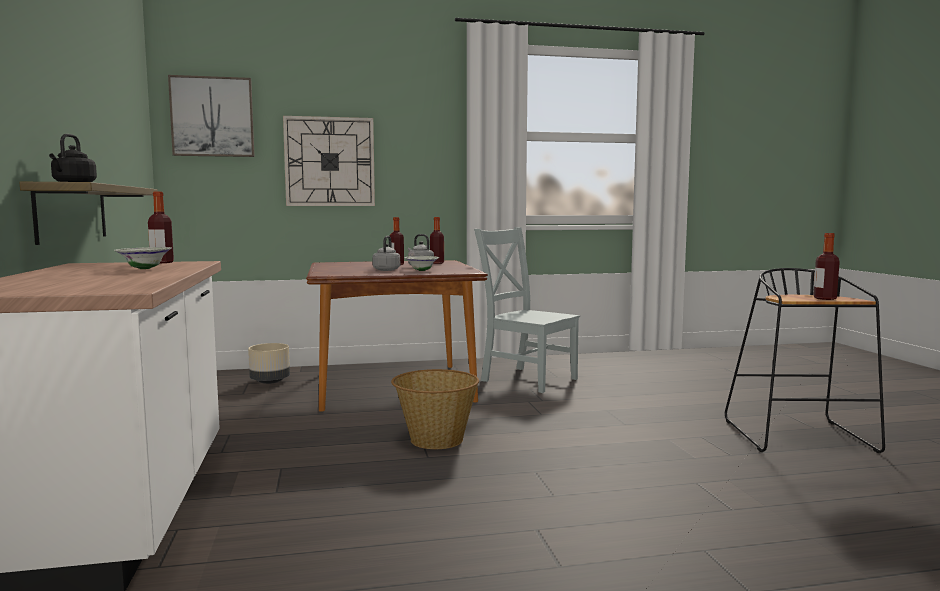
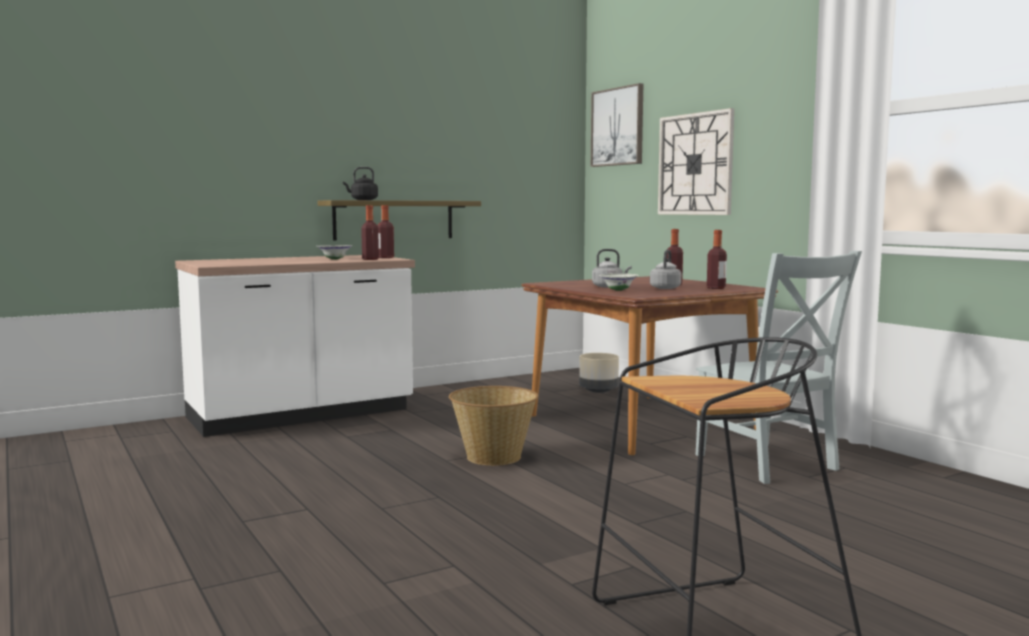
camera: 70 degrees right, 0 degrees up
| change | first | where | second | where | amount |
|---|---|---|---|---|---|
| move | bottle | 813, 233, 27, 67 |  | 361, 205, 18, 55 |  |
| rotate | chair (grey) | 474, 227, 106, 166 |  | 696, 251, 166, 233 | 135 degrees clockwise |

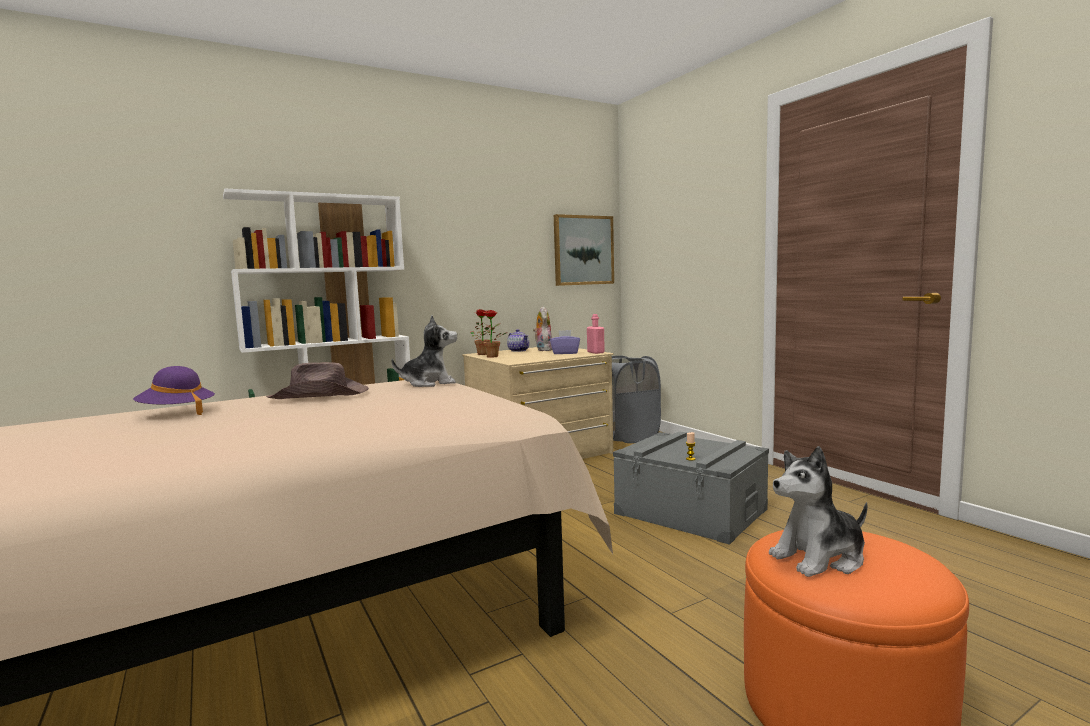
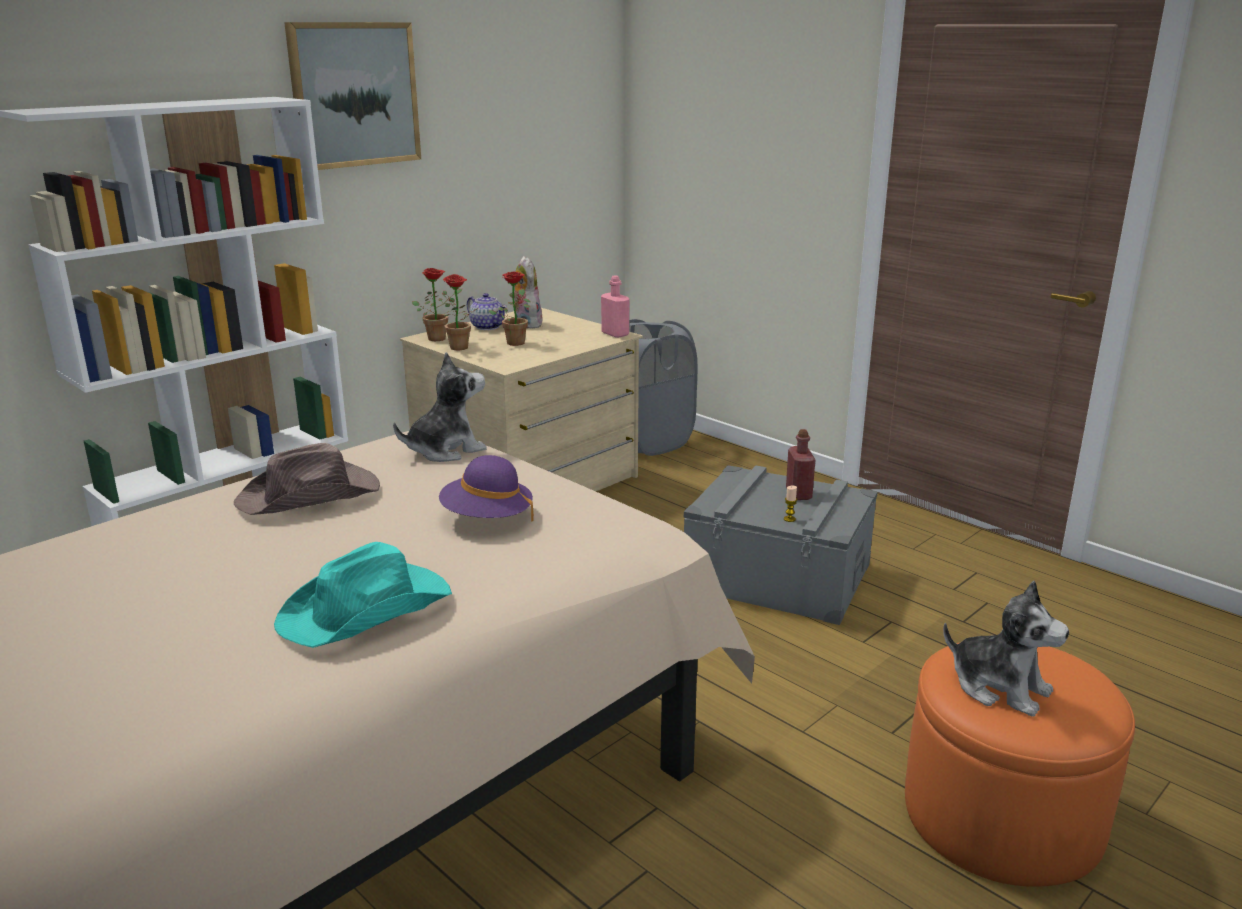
camera: 15 degrees left, 15 degrees up
| change | first | where | second | where | amount |
|---|---|---|---|---|---|
| delete | tissue box (purple) | 550, 330, 30, 24 |  |  |  |
| insert |  |  | hat (turquoise) | 274, 542, 178, 106 |  |
| insert |  |  | potted plant | 488, 272, 42, 74 |  |
| insert |  |  | bottle (red) | 786, 429, 30, 71 |  |
| move | hat (purple) | 133, 366, 82, 49 |  | 439, 455, 95, 67 |  |
| move | picture | 554, 214, 60, 72 |  | 284, 22, 137, 148 |  |
| rotate | plush toy | 769, 446, 98, 131 |  | 943, 581, 126, 136 | 105 degrees counterclockwise |

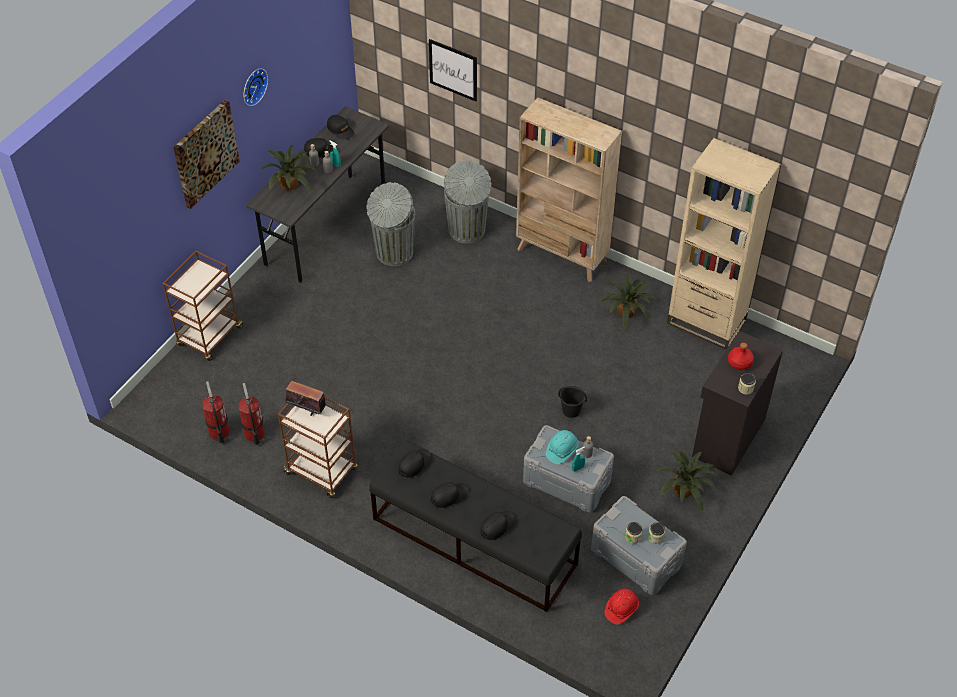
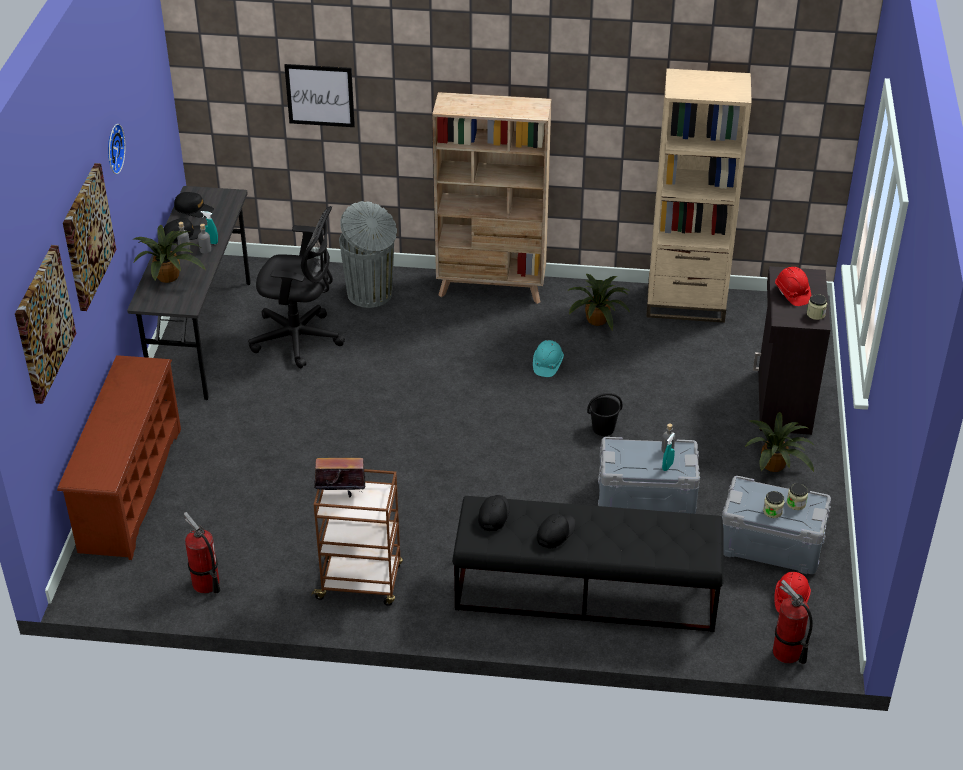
camera: 25 degrees left, 10 degrees down
| change | first | where | second | where | amount |
|---|---|---|---|---|---|
| delete | cap (black) | 480, 511, 35, 29 |  |  |  |
| insert |  |  | picture | 15, 245, 61, 159 |  |
| move | fire extinguisher | 238, 383, 27, 62 |  | 773, 580, 40, 84 |  |
| move | hard hat (turquoise) | 546, 430, 32, 34 |  | 533, 340, 31, 37 |  |
| replace | cart (brown) | 163, 251, 81, 110 | shoe rack (brown) | 57, 355, 124, 205 |  |
| replace | trash can (grey) | 366, 182, 49, 84 | office chair (black) | 248, 206, 97, 162 |  |
| replace | bottle (red) | 728, 343, 26, 27 | hard hat (red) | 775, 267, 36, 39 |  |

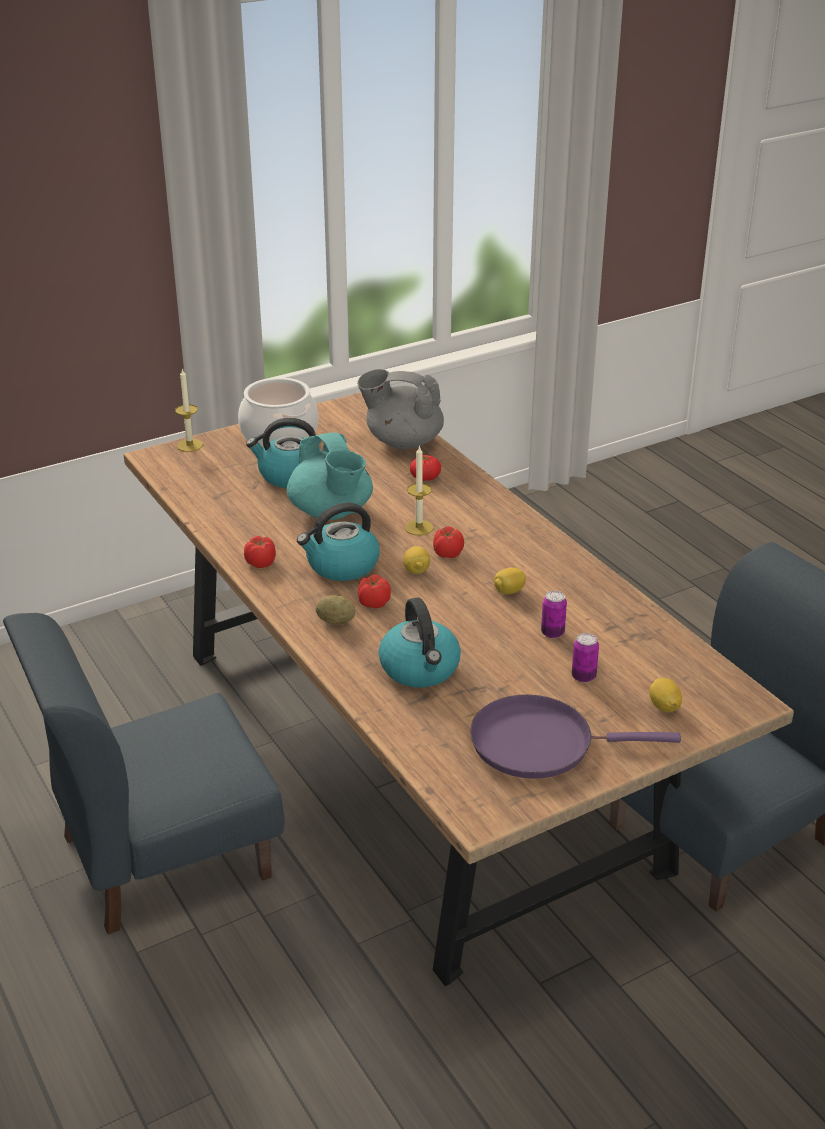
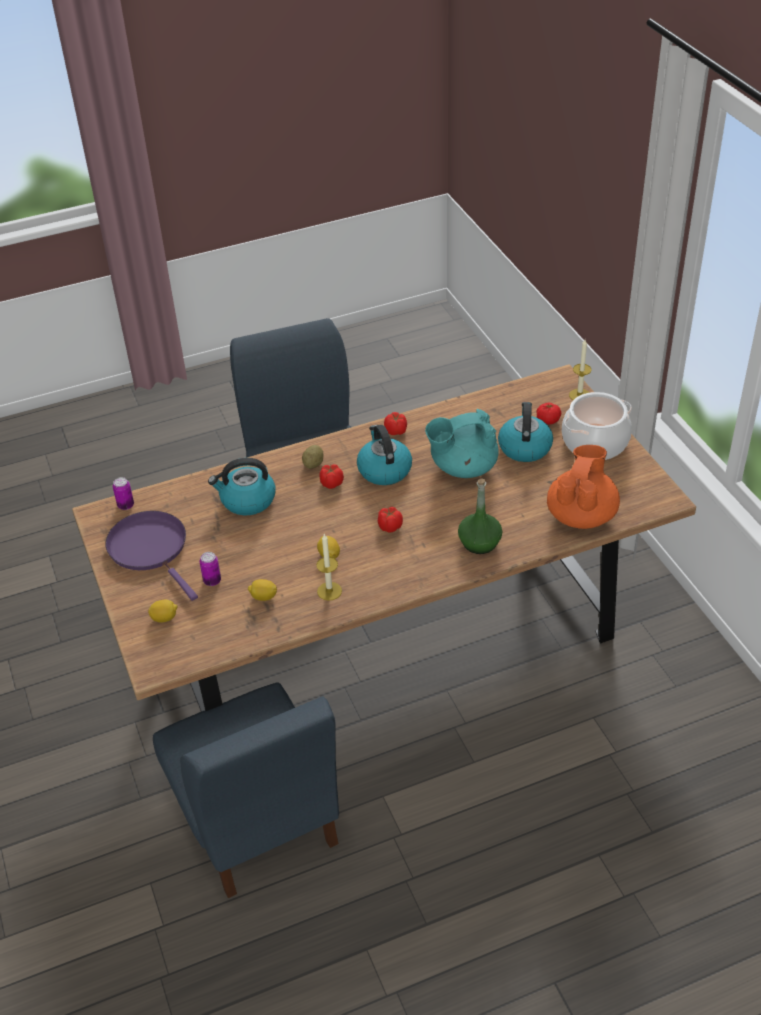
camera: 100 degrees right, 10 degrees up
| change | first | where | second | where | amount |
|---|---|---|---|---|---|
| insert |  |  | bottle (green) | 458, 478, 44, 76 |  |
| move | lemon | 403, 546, 27, 28 |  | 248, 579, 29, 22 |  |
| move | candle | 405, 445, 29, 91 |  | 316, 534, 26, 67 |  |
| move | tomato | 410, 455, 31, 26 |  | 536, 402, 25, 23 |  |
| move | can | 541, 591, 26, 47 |  | 113, 477, 21, 33 |  |
| recolor | teapot (grey) | 357, 369, 87, 80 | teapot (orange) | 547, 445, 73, 84 |  |
| rotate | frying pan (purple) | 470, 695, 211, 84 |  | 105, 511, 93, 90 | 45 degrees counterclockwise |

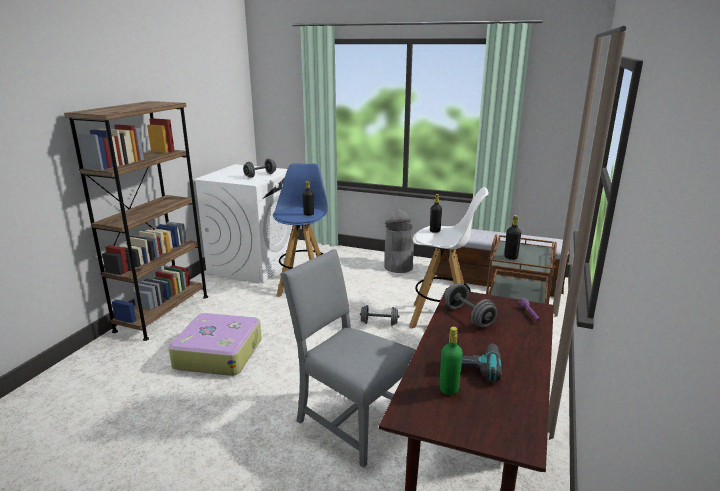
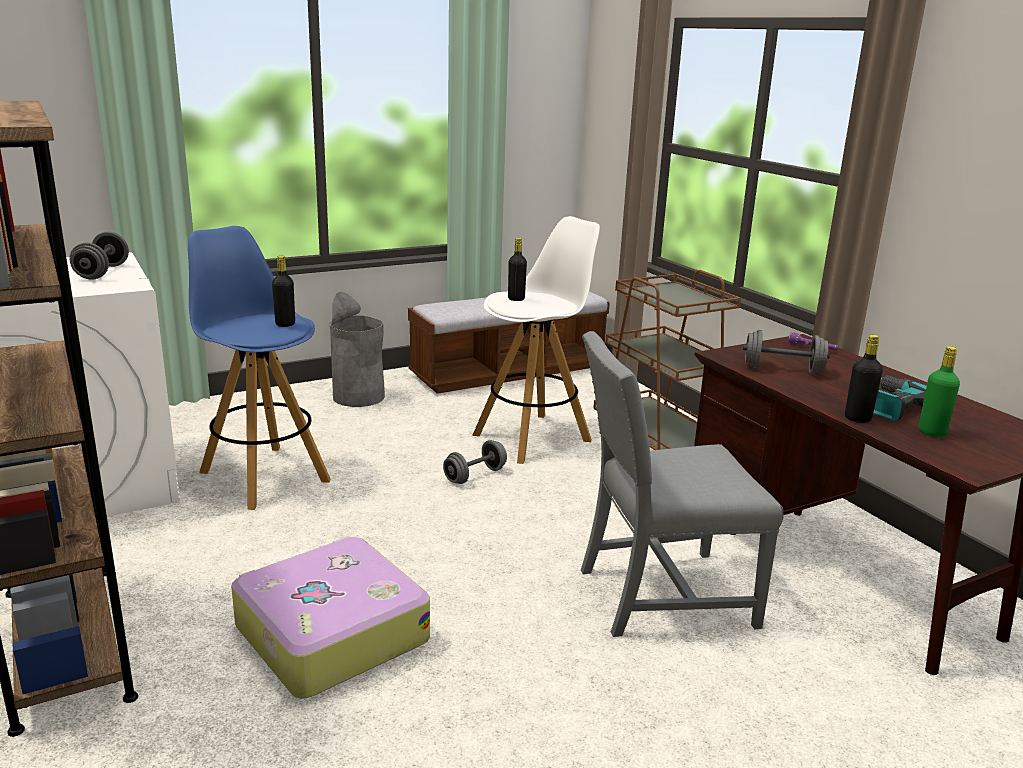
camera: 50 degrees left, 0 degrees up
| change | first | where | second | where | amount |
|---|---|---|---|---|---|
| move | bottle (black) | 504, 215, 17, 45 |  | 845, 335, 38, 88 |  |

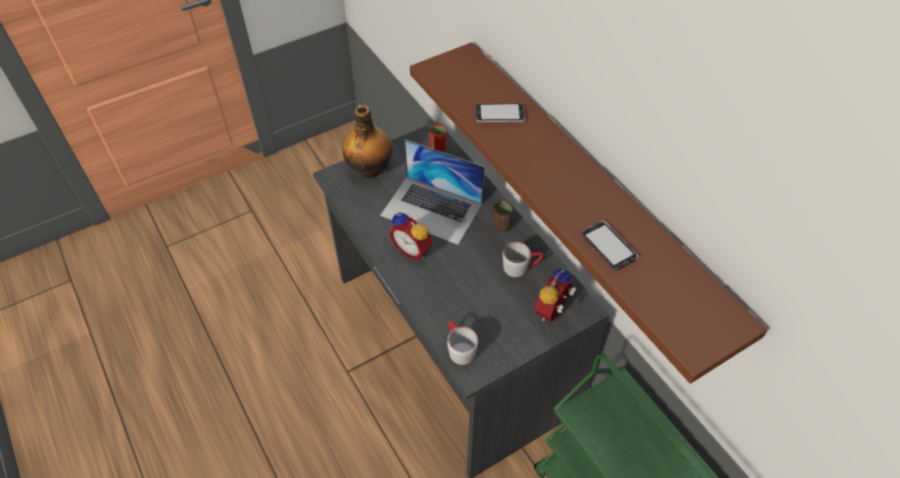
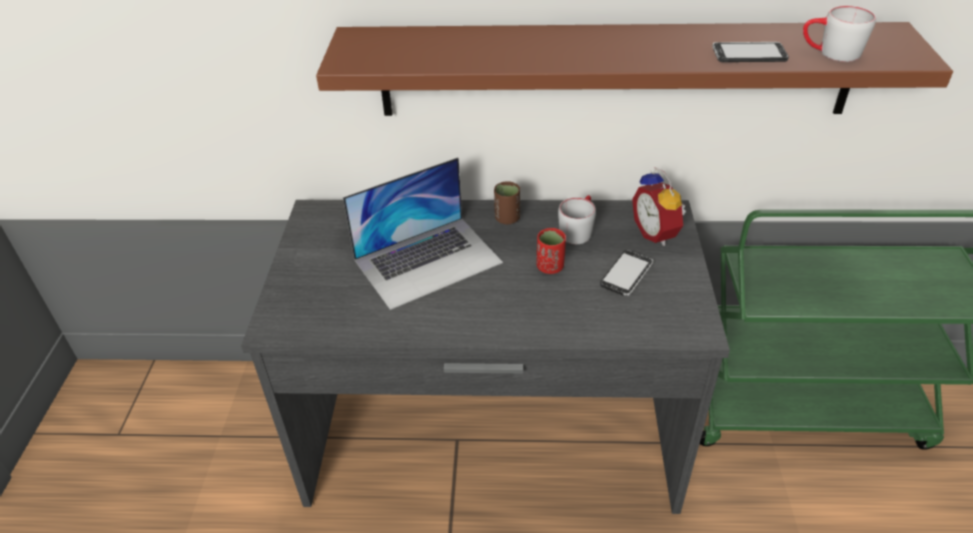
camera: 55 degrees left, 10 degrees down
| change | first | where | second | where | amount |
|---|---|---|---|---|---|
| delete | bottle | 342, 105, 50, 73 |  |  |  |
| delete | alarm clock | 389, 212, 44, 48 |  |  |  |
| move | cup (red) | 429, 123, 18, 29 |  | 537, 228, 29, 46 |  |
| move | mug (grey) | 447, 321, 31, 44 |  | 803, 6, 73, 56 |  |
| move | phone | 476, 104, 49, 19 |  | 600, 250, 53, 46 |  |

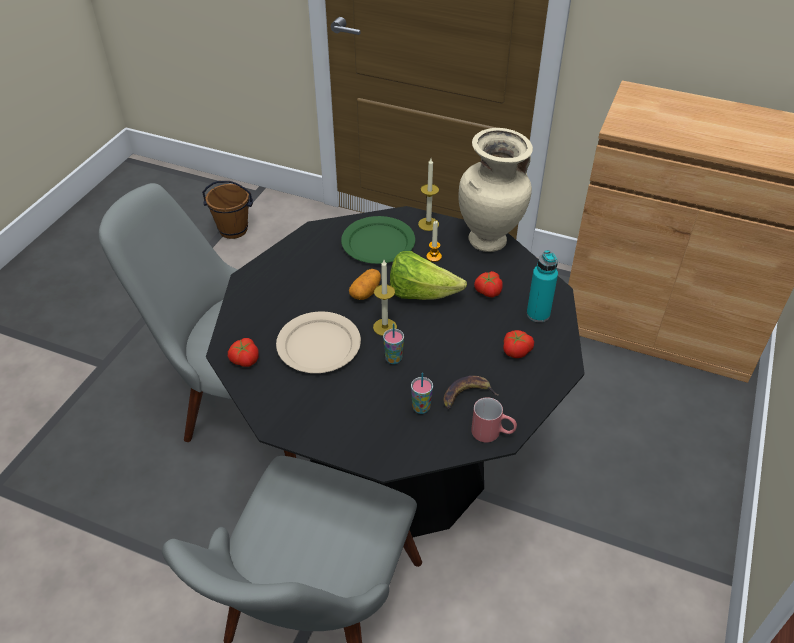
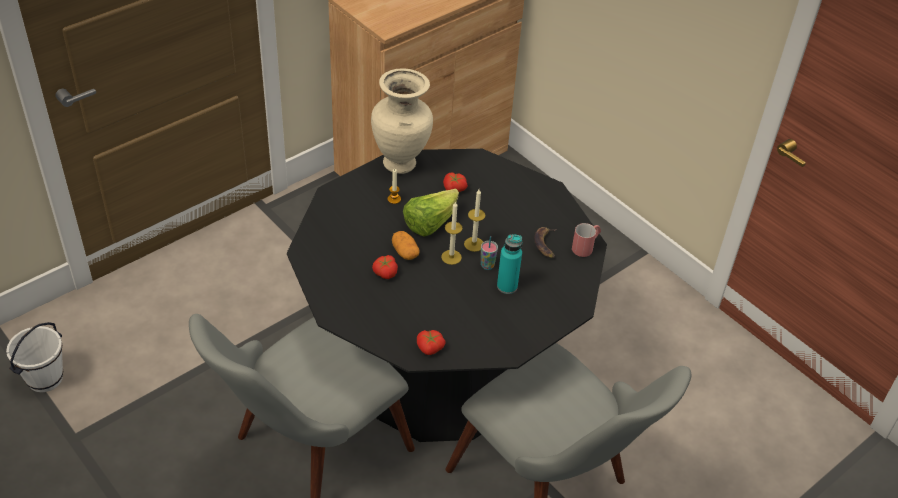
camera: 65 degrees left, 0 degrees up
| change | first | where | second | where | amount |
|---|---|---|---|---|---|
| delete | plate (beige) | 276, 311, 85, 62 |  |  |  |
| delete | plate (green) | 341, 216, 74, 48 |  |  |  |
| delete | cup | 411, 373, 22, 41 |  |  |  |
| move | candle | 418, 159, 21, 72 |  | 464, 189, 21, 63 |  |
| move | tomato | 503, 330, 31, 28 |  | 372, 255, 26, 24 |  |
| move | bottle (turquoise) | 527, 250, 31, 72 |  | 497, 234, 26, 60 |  |
| recolor | bucket (brown) | 202, 181, 51, 58 | bucket (white) | 6, 322, 57, 70 |  |

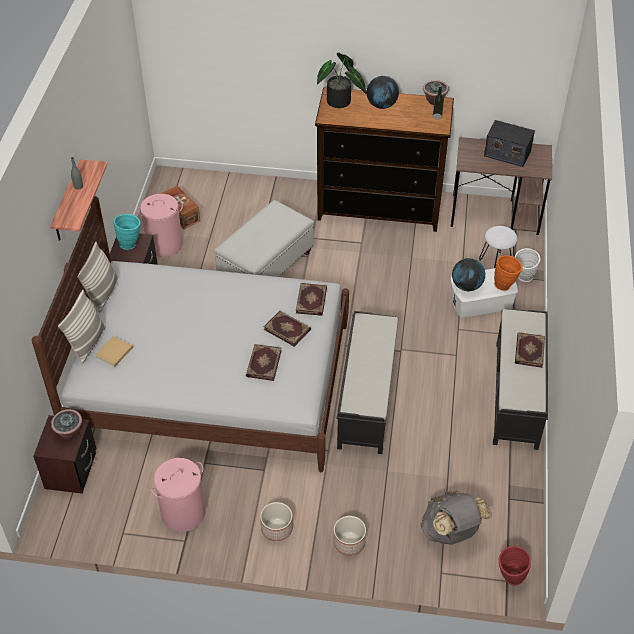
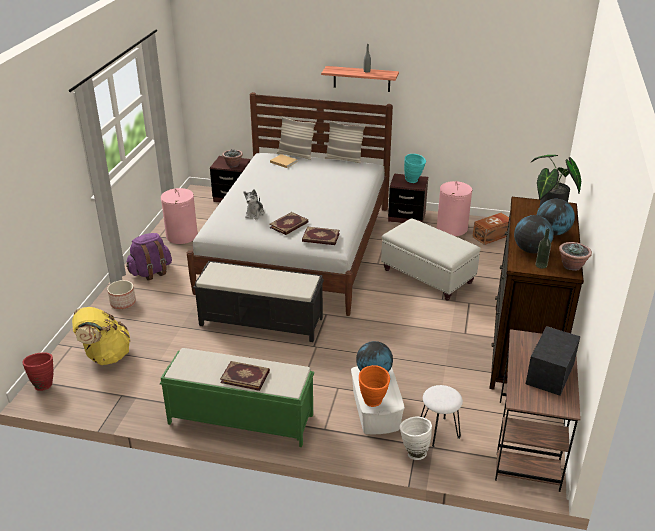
camera: 95 degrees right, 15 degrees down
| change | first | where | second | where | amount |
|---|---|---|---|---|---|
| insert |  |  | globe | 514, 215, 40, 38 |  |
| replace | book | 246, 344, 35, 37 | plush toy | 244, 189, 21, 31 |  |
| replace | planter | 260, 502, 33, 39 | backpack (purple) | 126, 233, 46, 48 |  |
| recolor | backpack (grey) | 421, 491, 71, 54 | backpack (yellow) | 72, 307, 58, 58 |  |
| recolor | bench (black) | 493, 309, 55, 141 | bench (green) | 160, 348, 154, 99 |  |

